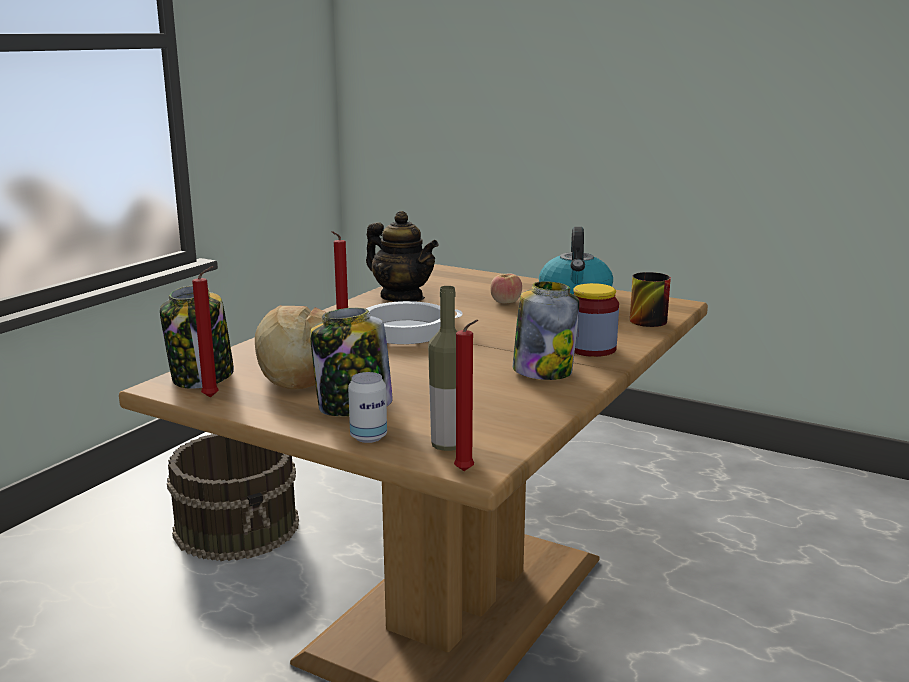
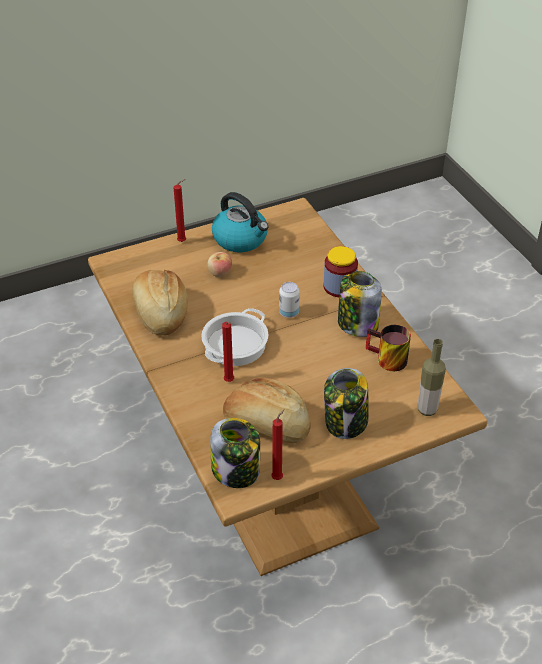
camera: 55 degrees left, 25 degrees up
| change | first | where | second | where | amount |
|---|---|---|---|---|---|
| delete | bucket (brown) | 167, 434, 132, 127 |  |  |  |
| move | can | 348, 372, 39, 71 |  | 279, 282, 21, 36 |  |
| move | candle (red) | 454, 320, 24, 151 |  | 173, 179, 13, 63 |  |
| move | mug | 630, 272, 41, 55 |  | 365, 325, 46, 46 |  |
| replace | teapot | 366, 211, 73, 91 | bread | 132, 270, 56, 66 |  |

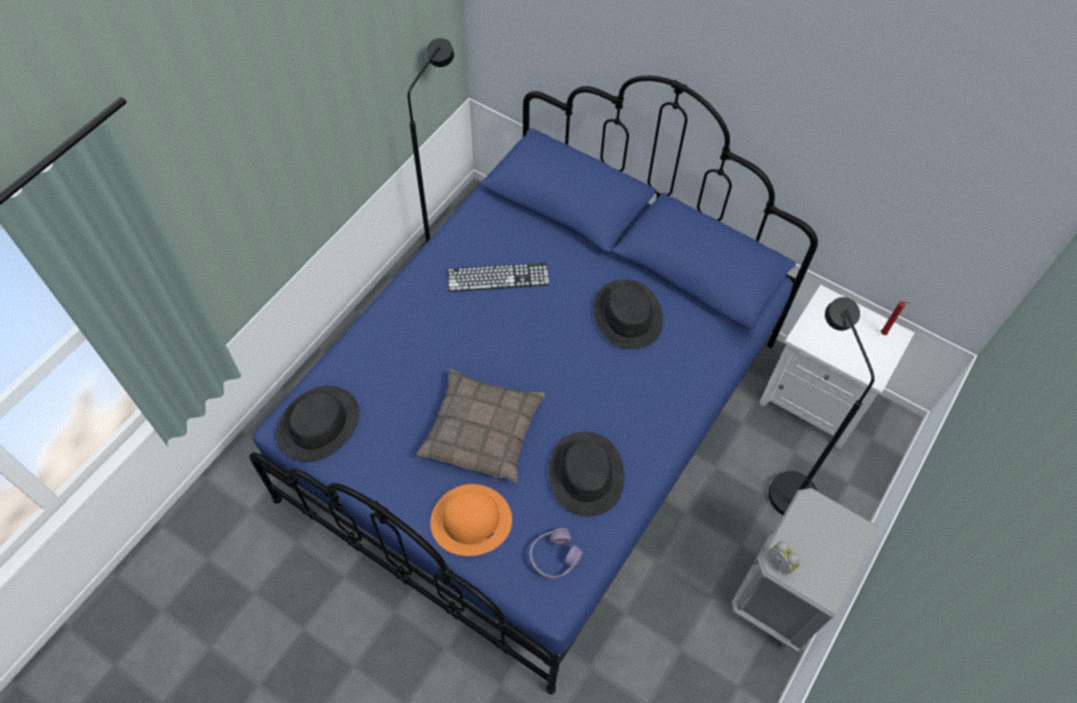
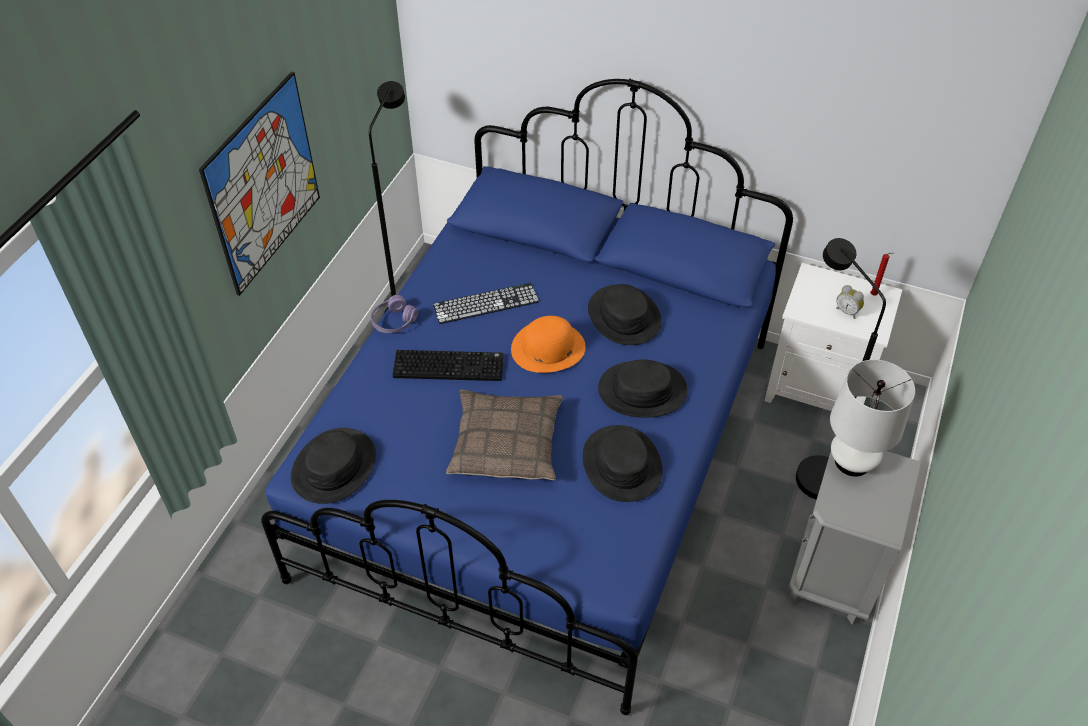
camera: 10 degrees left, 10 degrees down
| change | first | where | second | where | amount |
|---|---|---|---|---|---|
| insert |  |  | picture | 199, 71, 121, 225 |  |
| insert |  |  | keyboard | 393, 350, 111, 31 |  |
| insert |  |  | hat (black) | 598, 360, 90, 58 |  |
| insert |  |  | table lamp (white) | 830, 360, 85, 117 |  |
| move | hat (orange) | 430, 484, 82, 72 |  | 511, 316, 75, 57 |  |
| move | headphones (purple) | 529, 528, 54, 51 |  | 371, 295, 47, 38 |  |
| move | alarm clock | 769, 541, 31, 34 |  | 836, 285, 28, 34 |  |

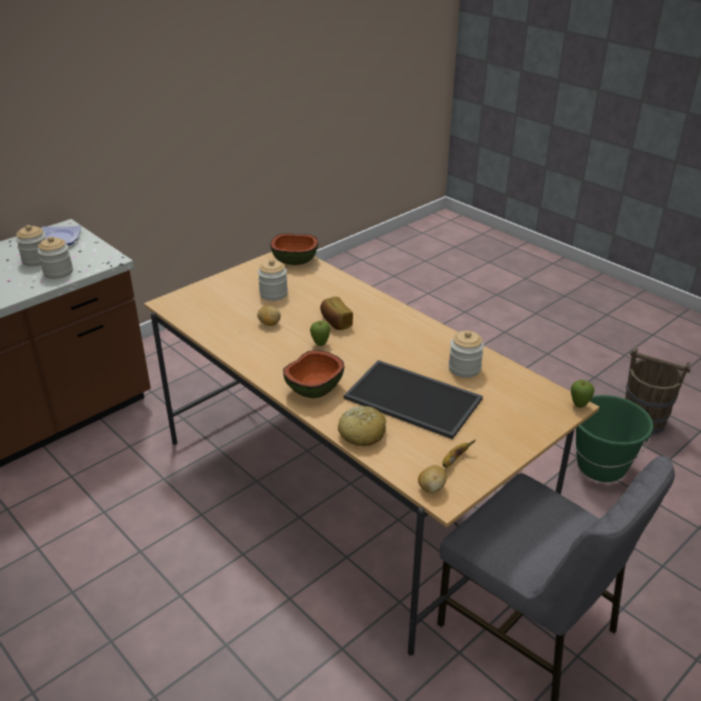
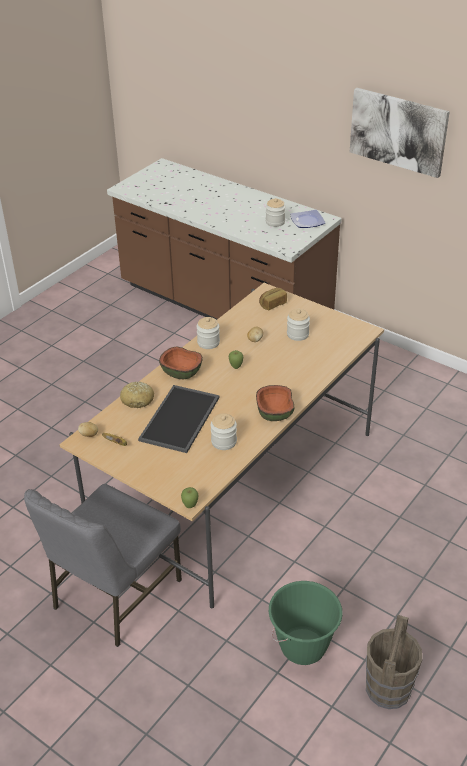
camera: 80 degrees right, 5 degrees up
| change | first | where | second | where | amount |
|---|---|---|---|---|---|
| insert |  |  | picture | 350, 88, 100, 90 |  |
| move | jar | 37, 236, 36, 43 |  | 196, 317, 24, 32 |  |
| move | bowl | 270, 234, 48, 31 |  | 256, 385, 38, 36 |  |
| move | bread | 320, 297, 33, 33 |  | 259, 288, 28, 22 |  |

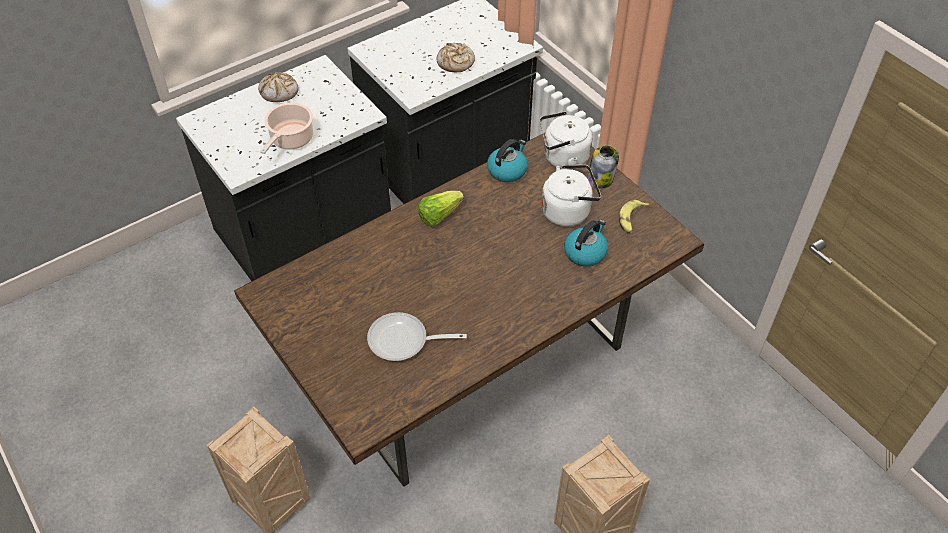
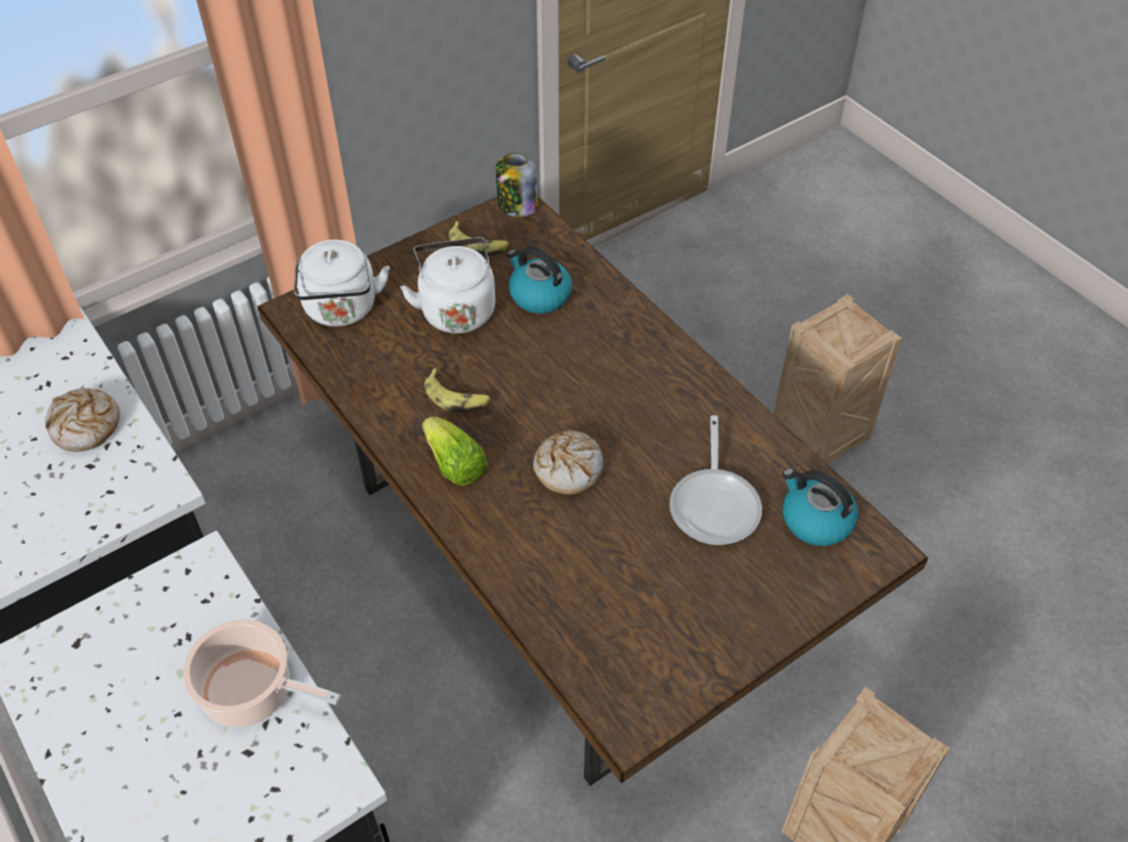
camera: 90 degrees left, 0 degrees up
| change | first | where | second | where | amount |
|---|---|---|---|---|---|
| insert |  |  | banana | 424, 368, 67, 45 |  |
| move | bread | 258, 72, 41, 30 |  | 533, 431, 70, 64 |  |
| move | kettle | 487, 139, 41, 44 |  | 782, 468, 76, 78 |  |
| move | jar | 587, 146, 32, 43 |  | 496, 153, 42, 64 |  |

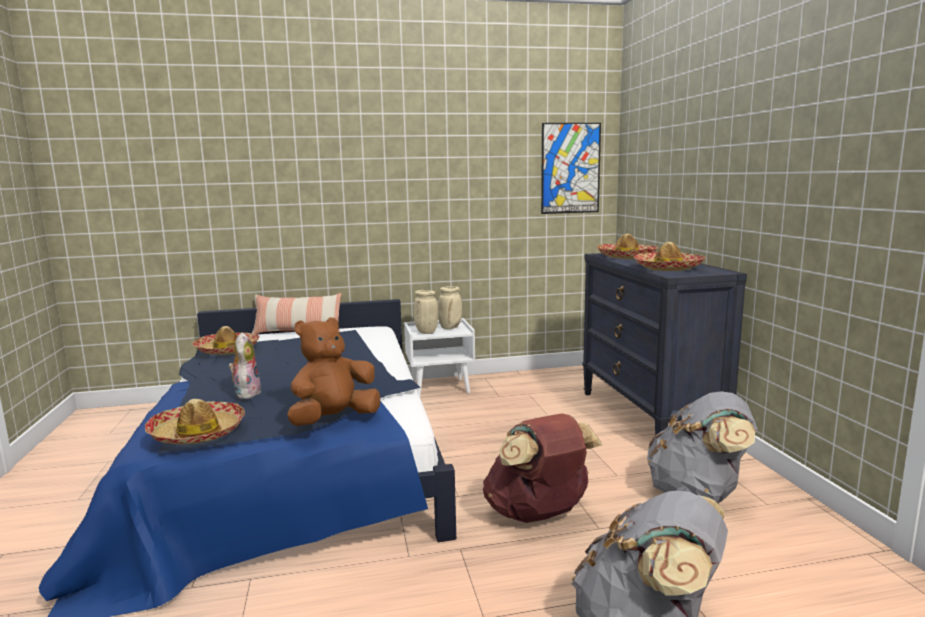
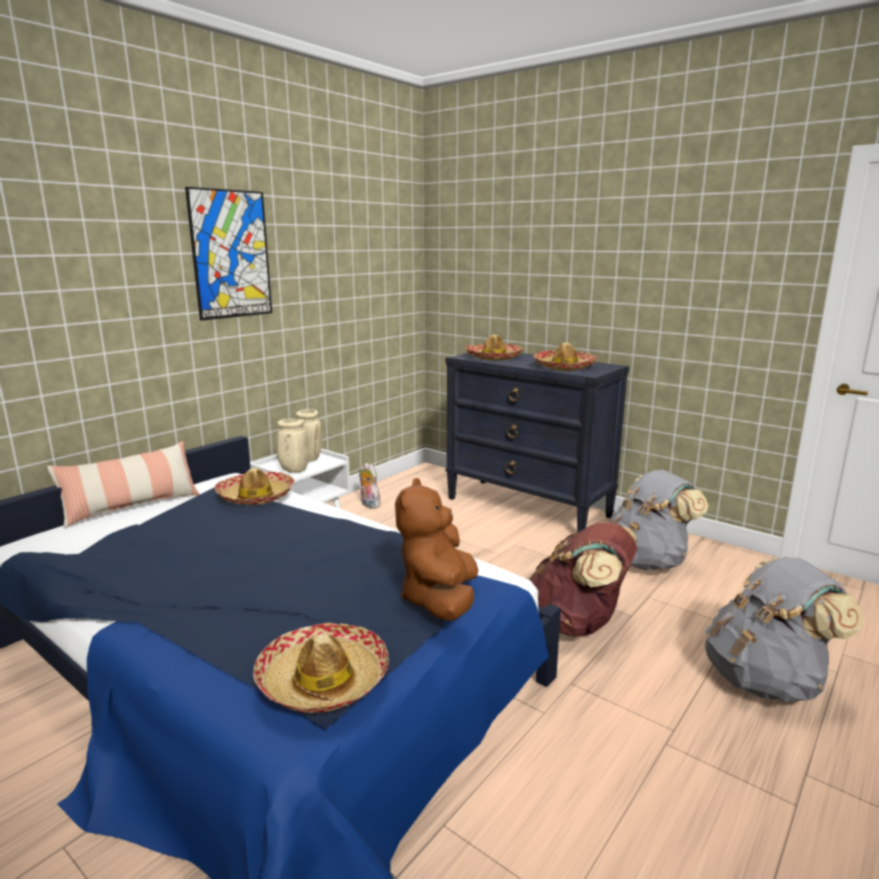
camera: 40 degrees left, 5 degrees up
| change | first | where | second | where | amount |
|---|---|---|---|---|---|
| move | hat | 193, 326, 67, 29 |  | 215, 468, 80, 37 |  |
| move | plush toy | 229, 332, 32, 67 |  | 359, 463, 22, 46 |  |
| move | picture | 541, 123, 60, 91 |  | 185, 187, 87, 134 |  |

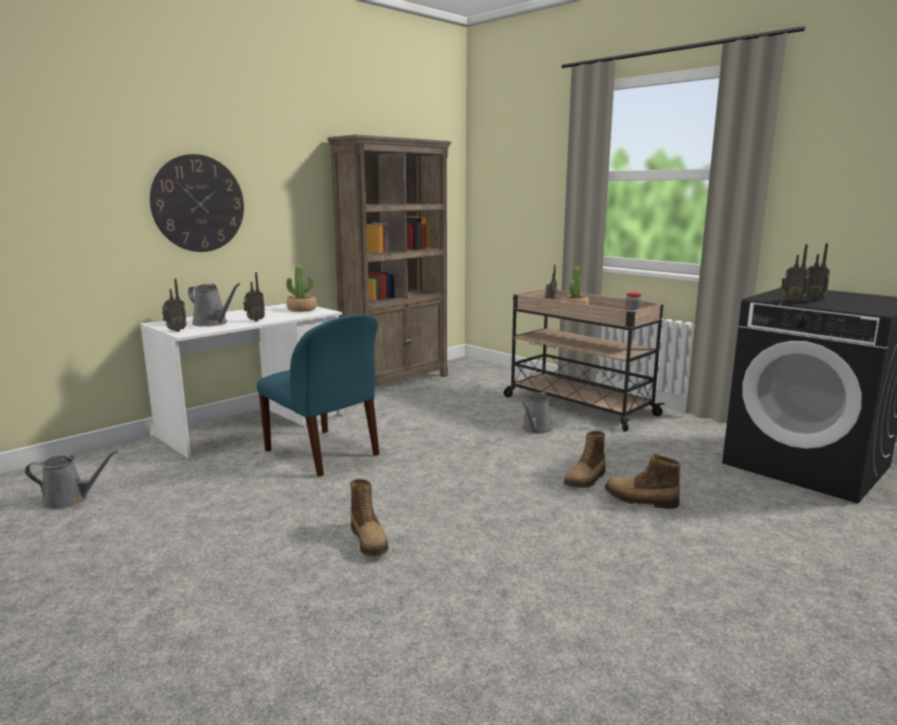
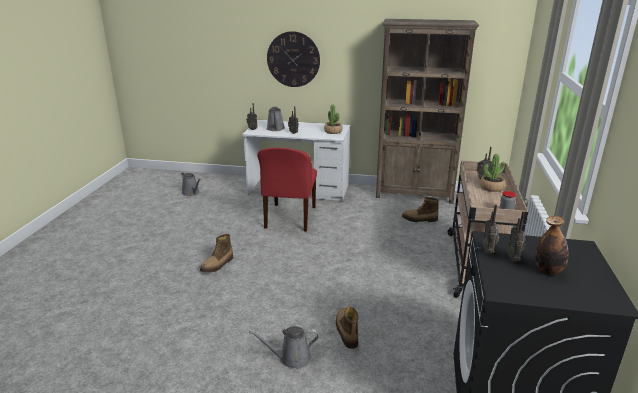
camera: 55 degrees right, 10 degrees up
| change | first | where | second | where | amount |
|---|---|---|---|---|---|
| insert |  |  | bottle | 535, 216, 33, 59 |  |
| move | watering can (grey) | 522, 392, 31, 42 |  | 249, 326, 70, 43 |  |
| move | boot | 563, 431, 43, 57 |  | 402, 197, 37, 25 |  |
| recolor | chair (blue) | 257, 314, 122, 163 | chair (red) | 257, 148, 60, 83 |  |

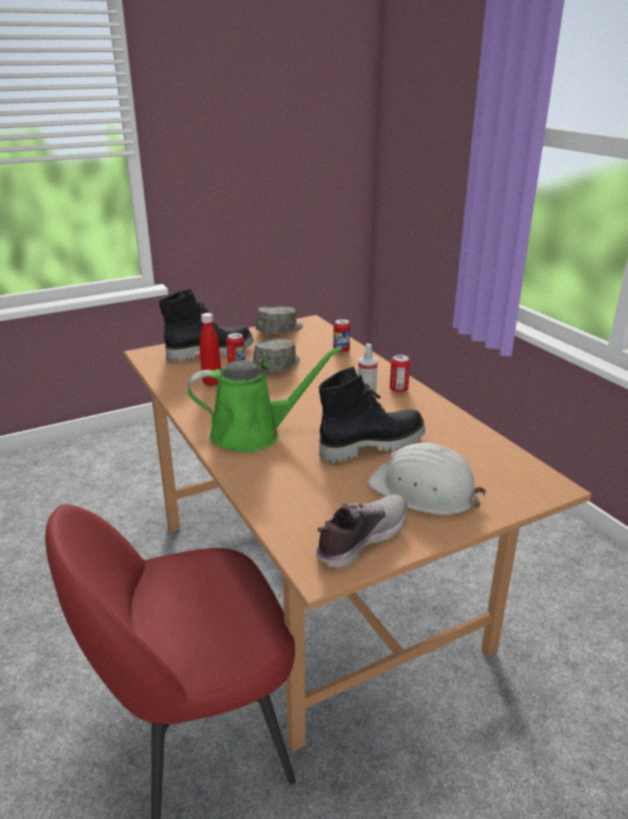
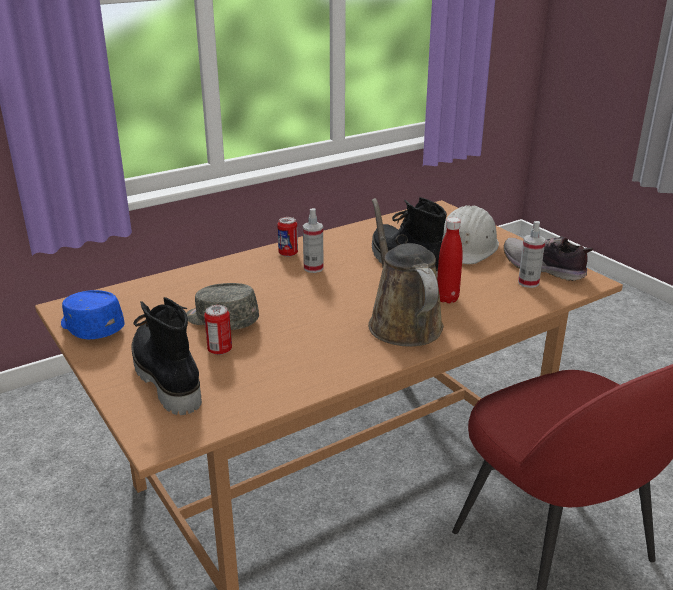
camera: 95 degrees left, 0 degrees up
| change | first | where | second | where | amount |
|---|---|---|---|---|---|
| delete | can | 333, 319, 17, 34 |  |  |  |
| insert |  |  | spray bottle | 518, 221, 27, 67 |  |
| move | bottle (red) | 200, 313, 21, 73 |  | 437, 217, 26, 86 |  |
| recolor | watering can (green) | 188, 346, 154, 106 | watering can (brown) | 368, 198, 76, 149 |  |
| recolor | cap (grey) | 256, 306, 47, 28 | cap (blue) | 61, 290, 64, 49 |  |

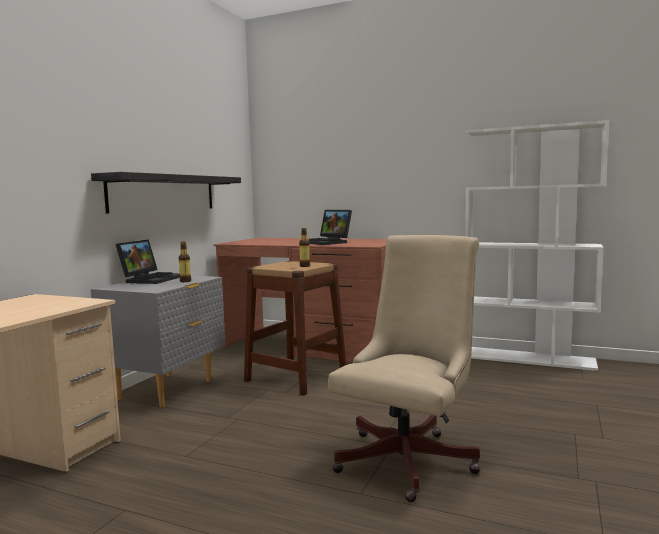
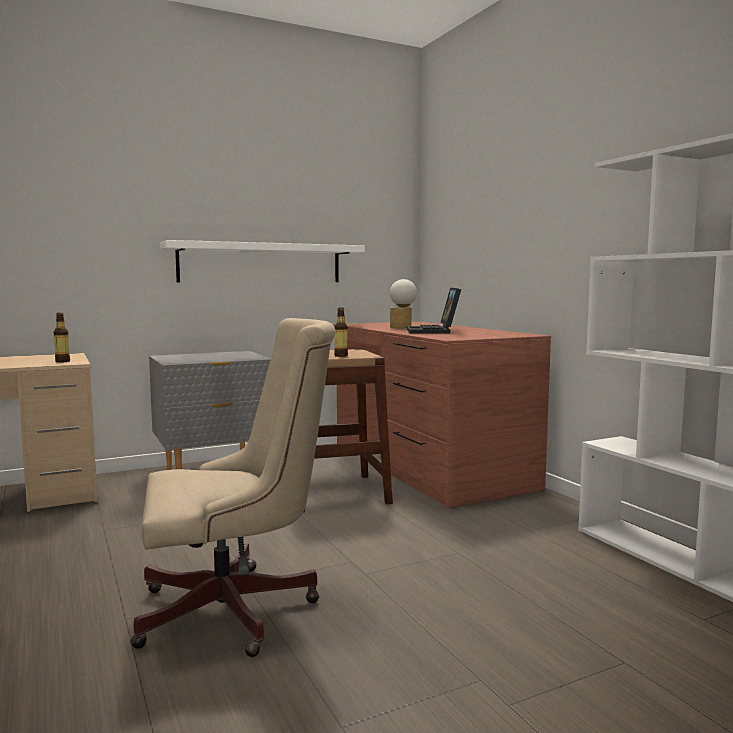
camera: 40 degrees right, 0 degrees up
| change | first | where | second | where | amount |
|---|---|---|---|---|---|
| delete | laptop | 115, 239, 65, 45 |  |  |  |
| insert |  |  | table lamp | 390, 279, 27, 49 |  |
| move | bottle | 179, 242, 12, 40 |  | 54, 313, 16, 50 |  |
| recolor | shelf (black) | 91, 172, 150, 41 | shelf (white) | 160, 240, 205, 42 |  |

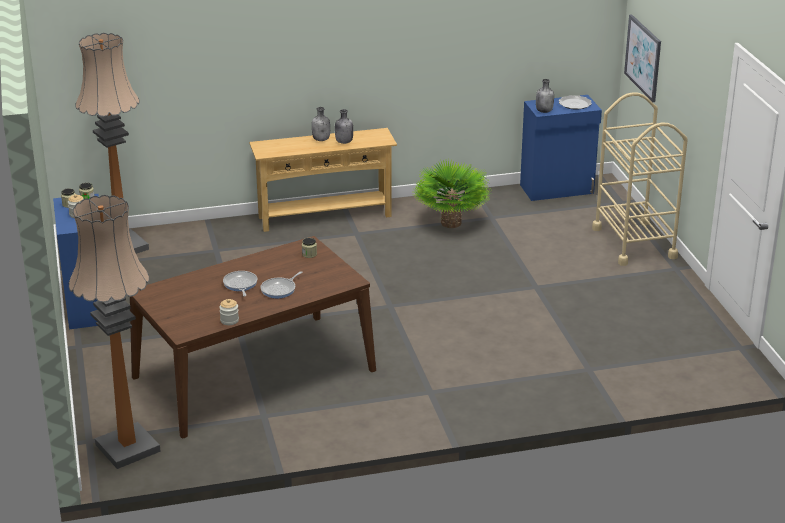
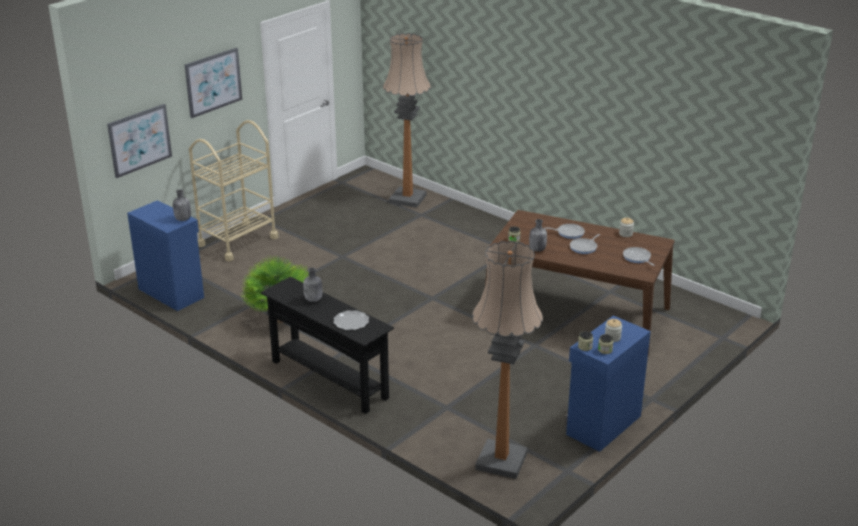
camera: 125 degrees left, 0 degrees up
| change | first | where | second | where | amount |
|---|---|---|---|---|---|
| insert |  |  | picture | 185, 48, 57, 70 |  |
| insert |  |  | frying pan | 623, 247, 32, 19 |  |
| move | floor lamp | 69, 195, 92, 274 |  | 383, 33, 48, 175 |  |
| move | bottle (grey) | 312, 107, 18, 34 |  | 529, 219, 18, 33 |  |
| move | plate | 559, 95, 33, 15 |  | 333, 310, 36, 20 |  |
| recolor | console table (beige) | 249, 128, 148, 104 | console table (black) | 261, 277, 133, 137 |  |

